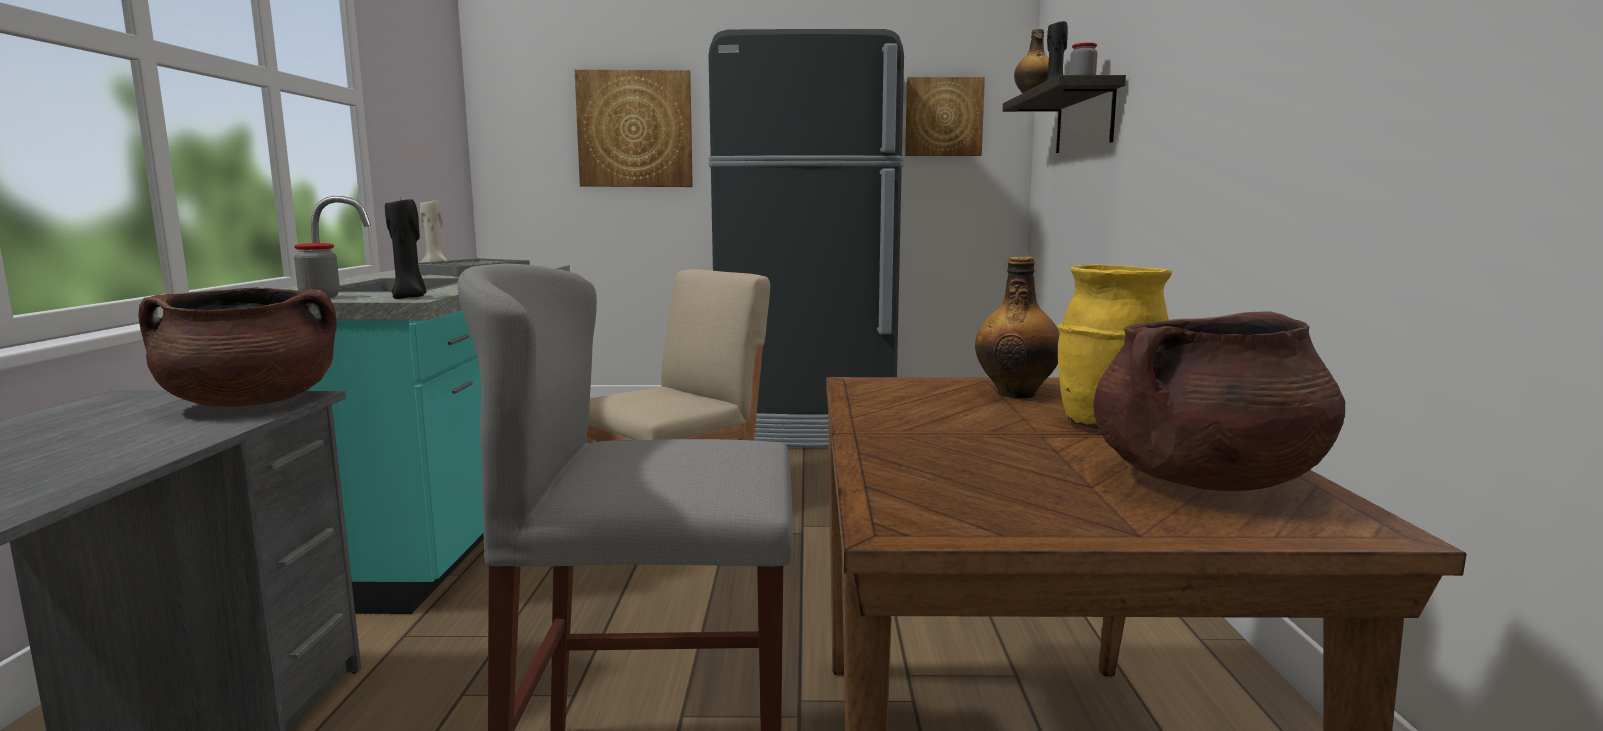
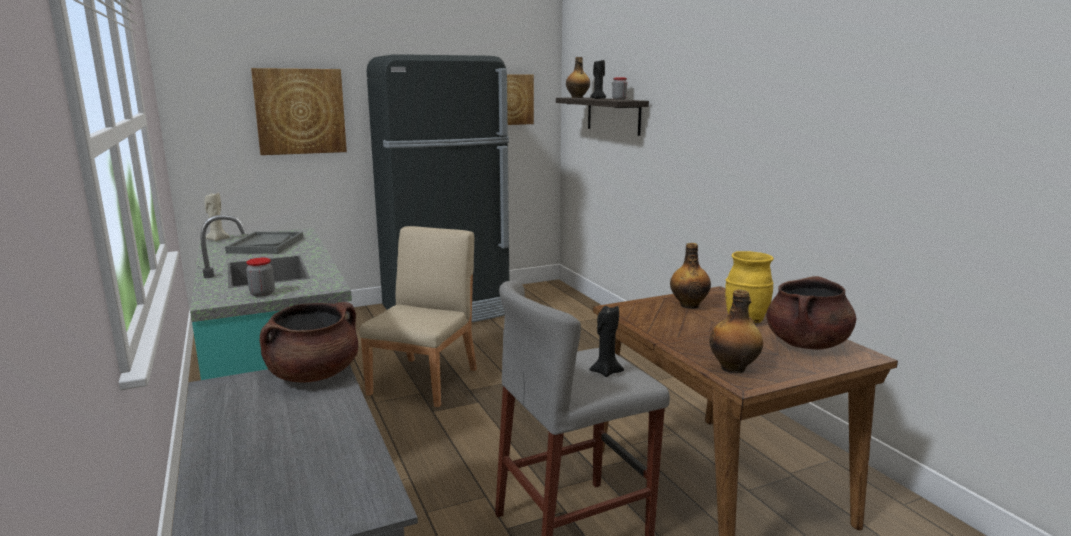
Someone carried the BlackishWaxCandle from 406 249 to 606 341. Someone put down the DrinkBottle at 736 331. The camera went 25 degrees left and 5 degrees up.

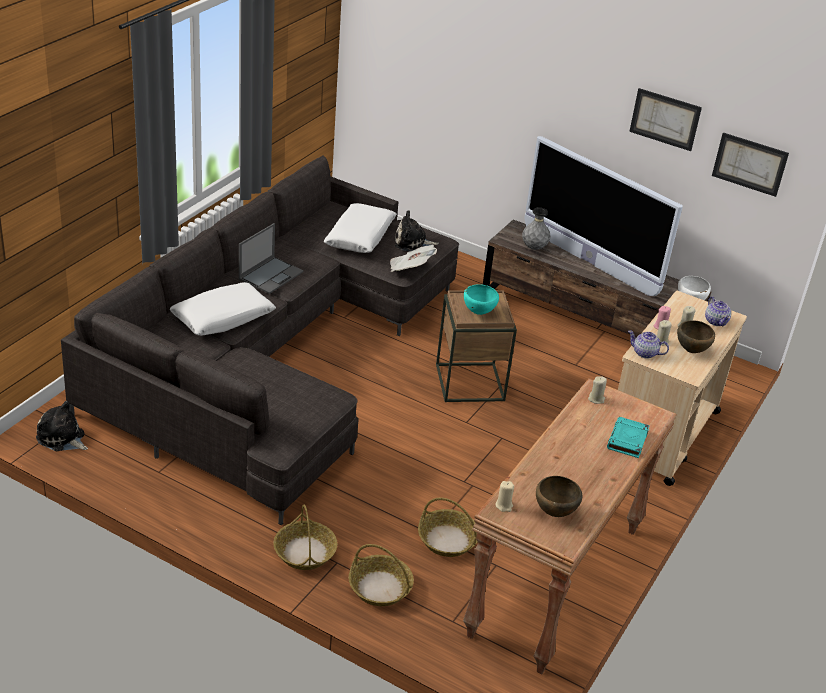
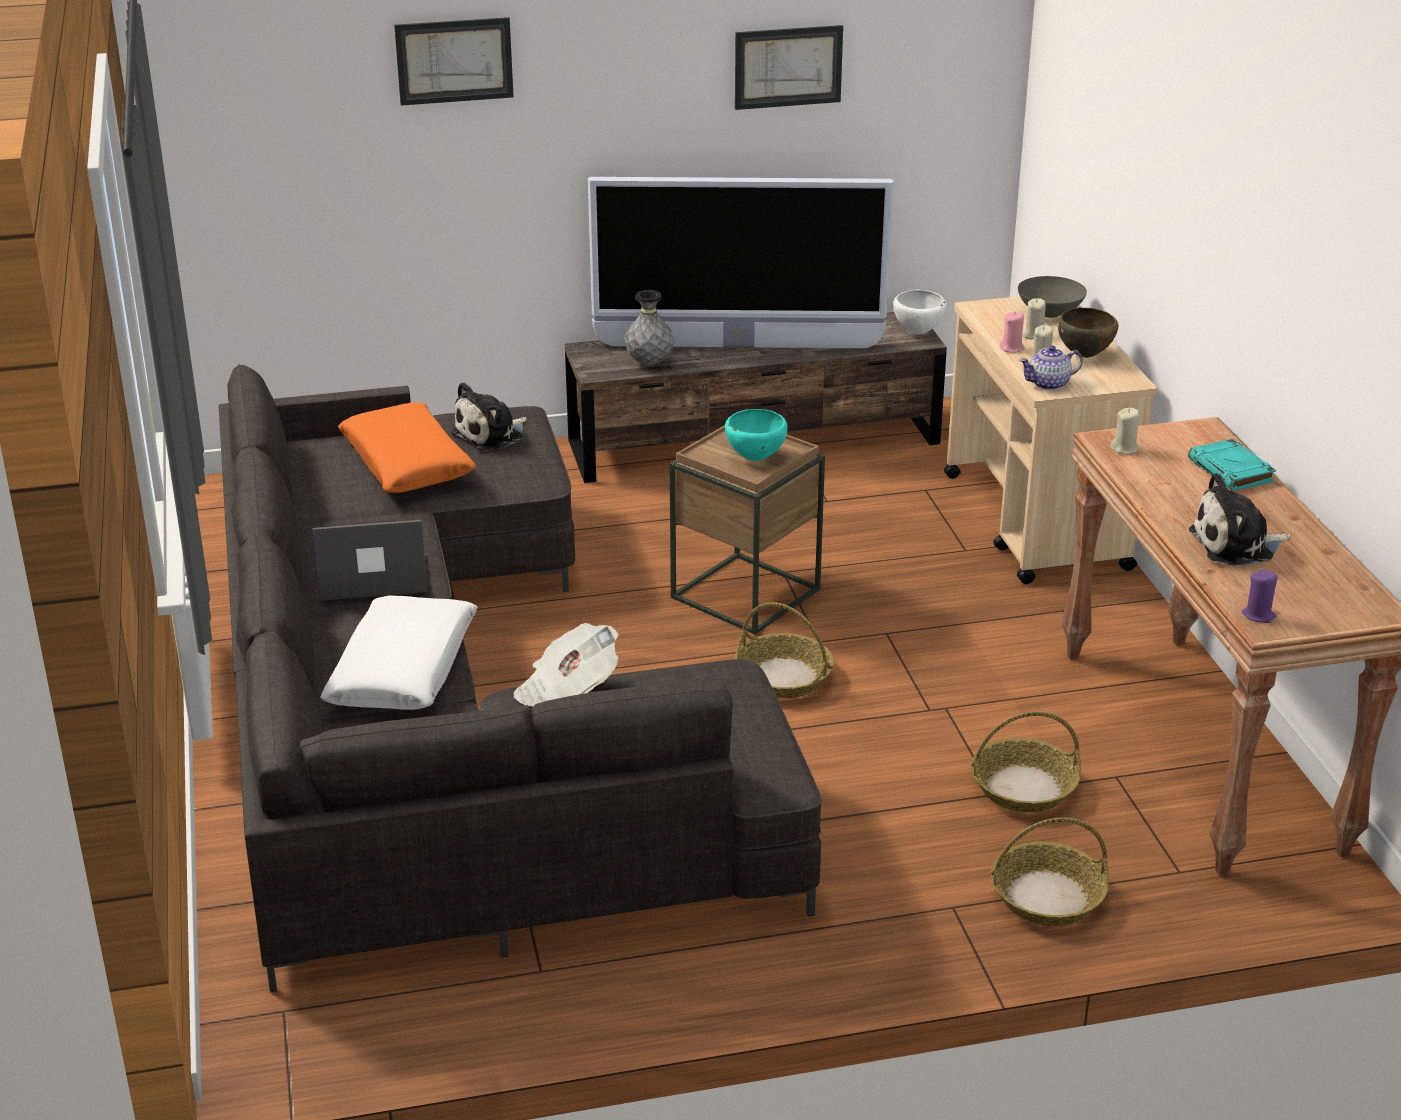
Someone carried the CuddlyToy from 62 426 to 1240 519. Someone rotated the PortableComputer at 271 258 by 90 degrees counterclockwise. Someone carried the HouseholdBasket from 305 537 to 784 650. Someone repainted the WhitishThrowPillow at 360 228, which became the OrangeColouredThrowPillow at 407 447. Someone carried the PrintedPaper from 413 258 to 566 664. Someone repainted the BeigeColouredWaxCandle at 504 496, which became the PurpleWaxCandle at 1260 596. Someone took away the BrownishDeepDish at 559 496. Someone swapped the TeaPot at 718 311 for the GrayDeepDish at 1052 297. Someone carried the WallArt from 750 165 to 454 61. The camera went 40 degrees left and 5 degrees down.

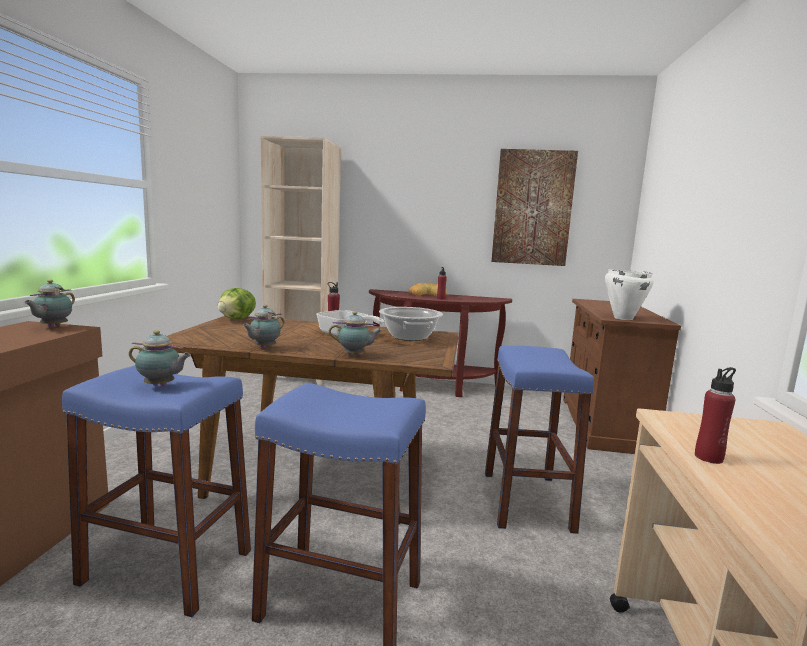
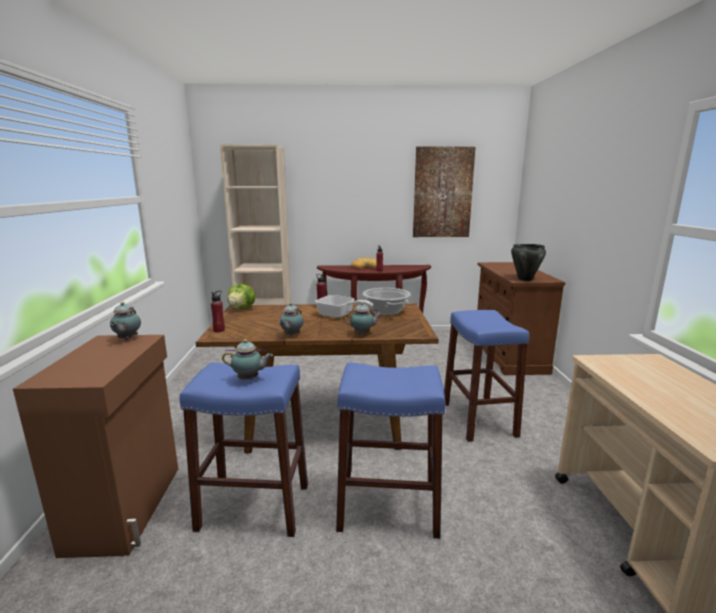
Someone repainted the WhitishCookingPot at 629 294, which became the BlackishCookingPot at 528 262. Someone carried the RedDrinkBottle from 715 415 to 218 312. The camera went 10 degrees left and 5 degrees up.

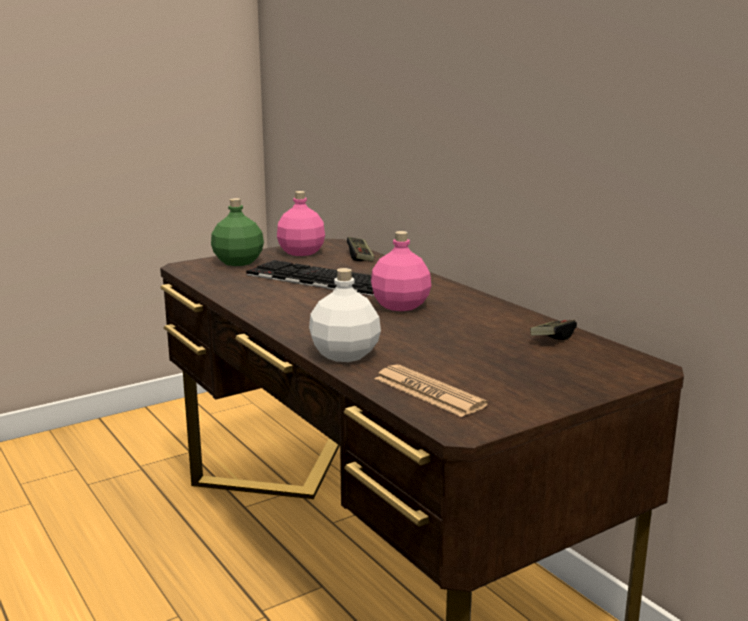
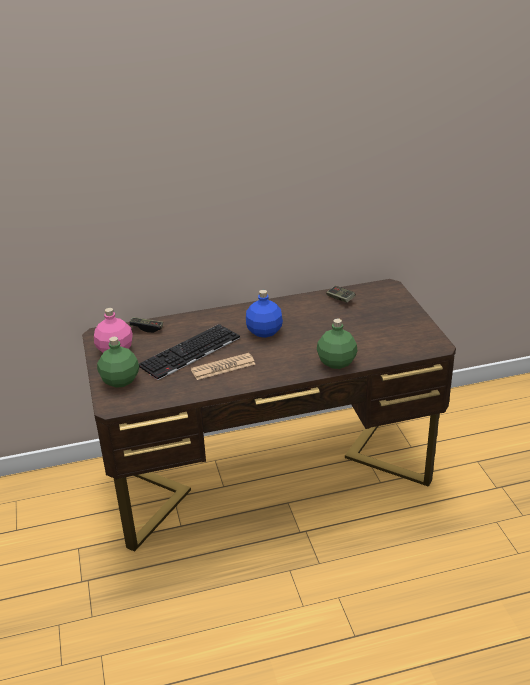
Someone repainted the WhitishDrinkBottle at 345 315, which became the GreenDrinkBottle at 337 344. Someone repainted the PinkDrinkBottle at 401 271, which became the BlueDrinkBottle at 264 314. Someone carried the PrintedPaper from 431 391 to 223 366. The camera went 70 degrees left and 15 degrees up.

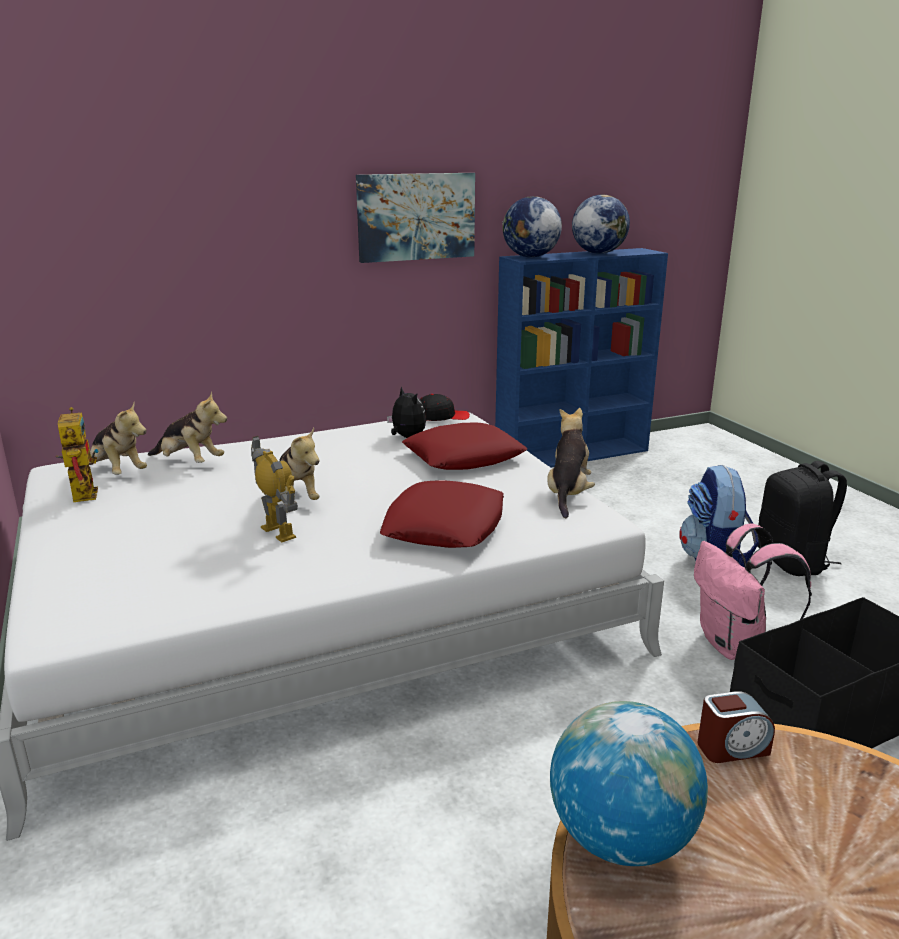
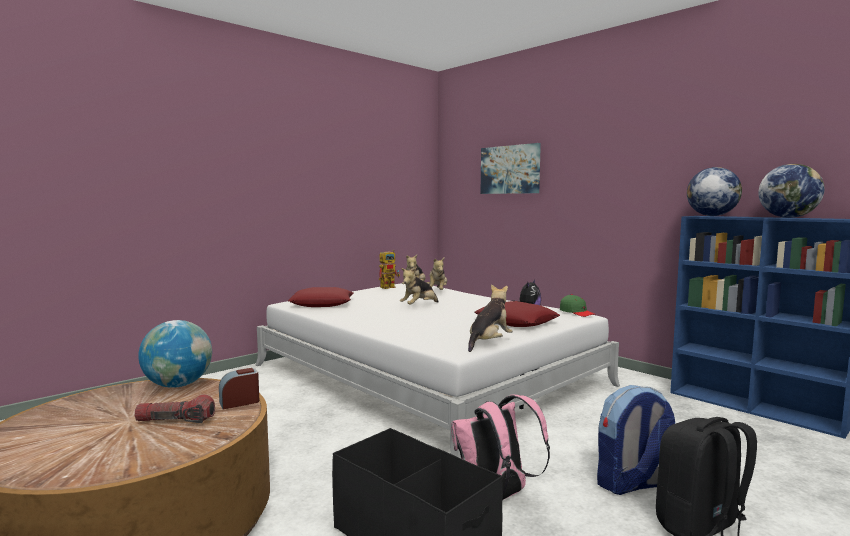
Someone took away the RobotFigure at 274 489. Someone carried the WallArt from 415 218 to 511 168. Someone carried the RedThrowPillow from 442 514 to 321 297. Someone repainted the BlackishCap at 445 407, which became the GreenCap at 578 305. Someone rotated the CuddlyToy at 571 463 by 45 degrees counterclockwise. Someone rotated the AlarmClock at 736 727 by 90 degrees clockwise. Someone put down the HandTorch at 174 409. The camera went 70 degrees right and 15 degrees down.

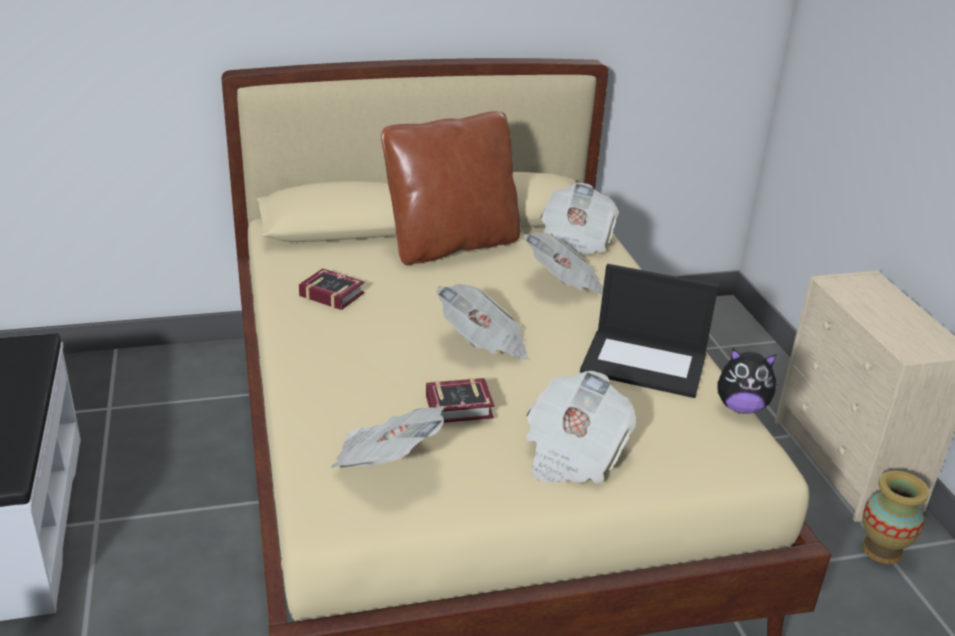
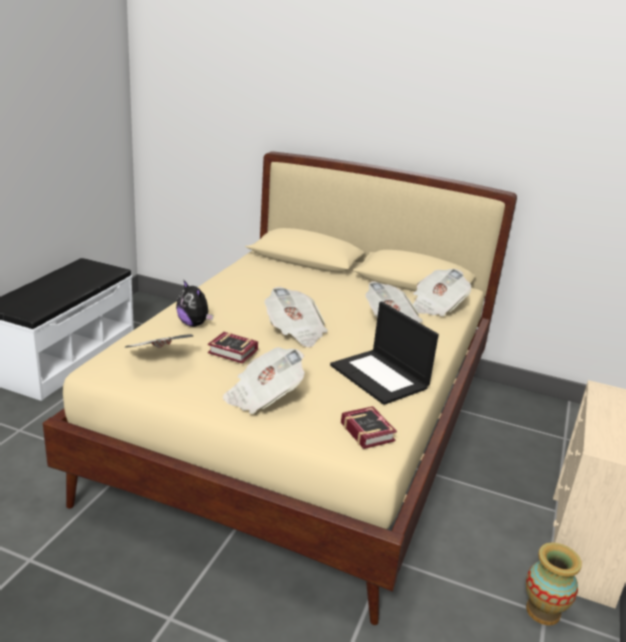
Someone carried the BoundBook from 331 289 to 369 427. Someone took away the BrownishThrowPillow at 451 188. Someone carried the CuddlyToy from 747 381 to 194 304. The camera went 35 degrees right and 5 degrees down.

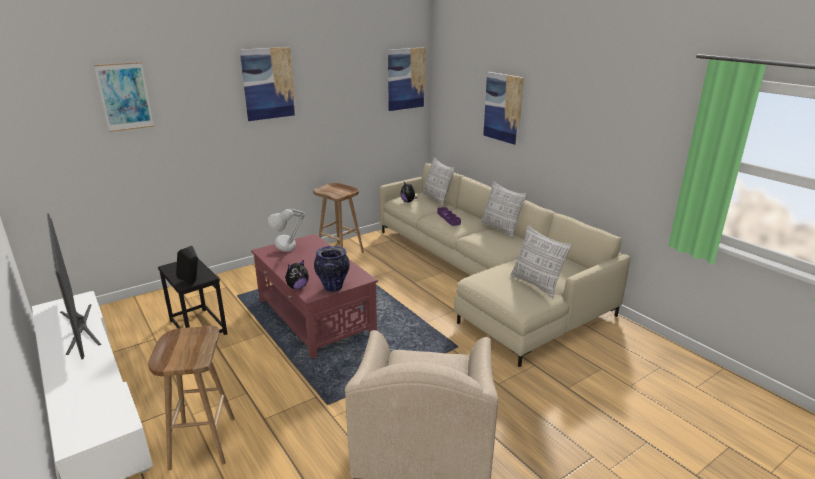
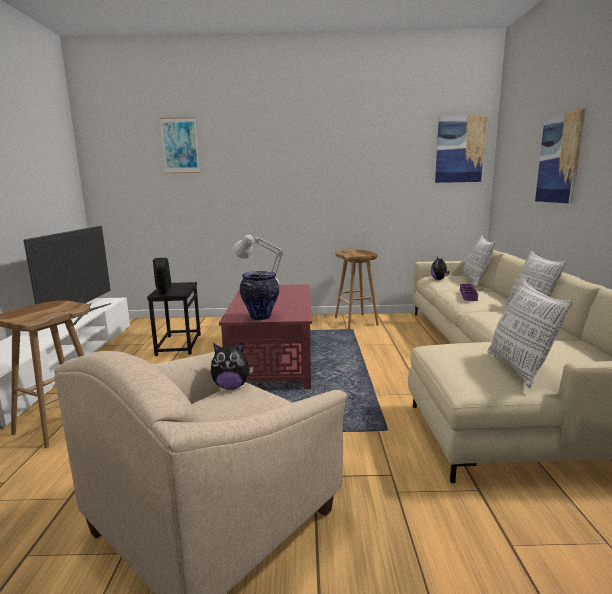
Someone took away the WallArt at 268 84. Someone carried the CuddlyToy from 297 274 to 232 366. The camera went 35 degrees right and 10 degrees down.

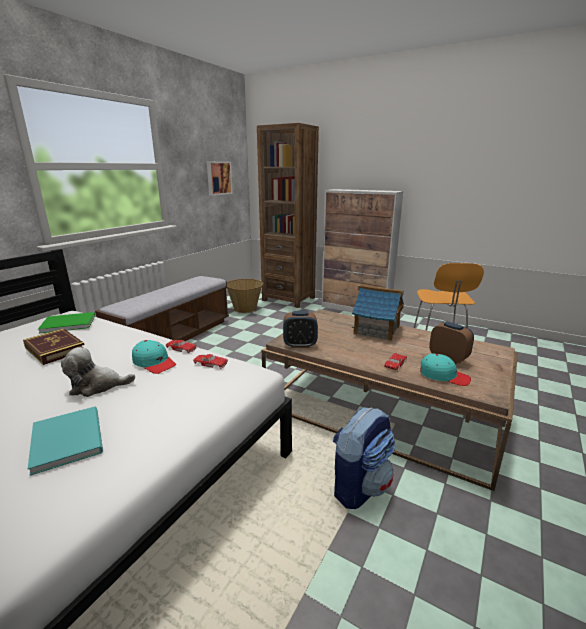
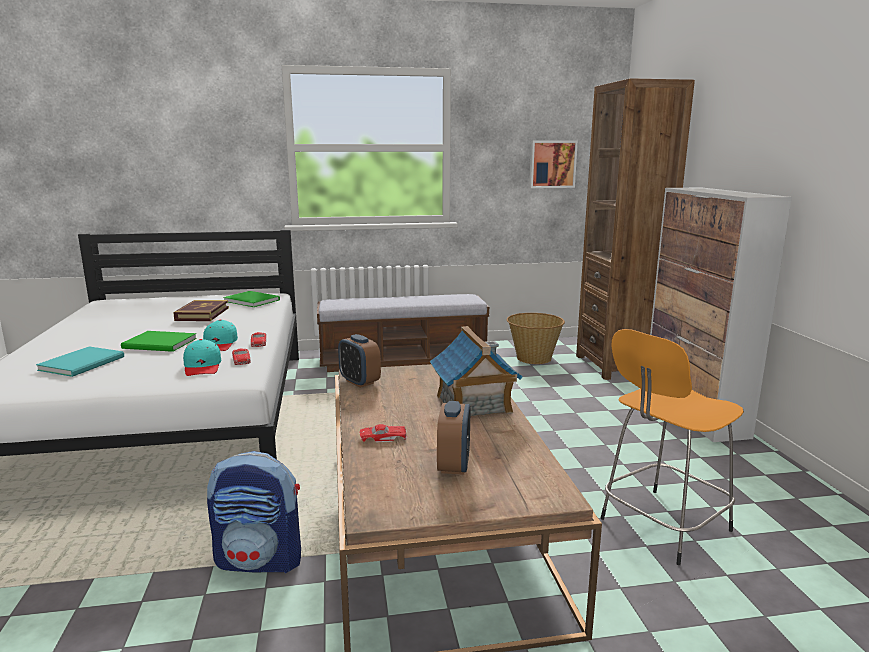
Someone swapped the CuddlyToy at 98 372 for the GreenBoundBook at 159 341. Someone carried the TurquoiseCap from 445 370 to 202 357. The camera went 50 degrees right and 5 degrees down.

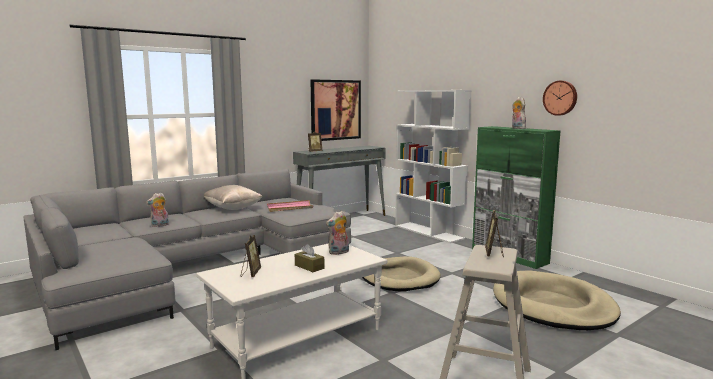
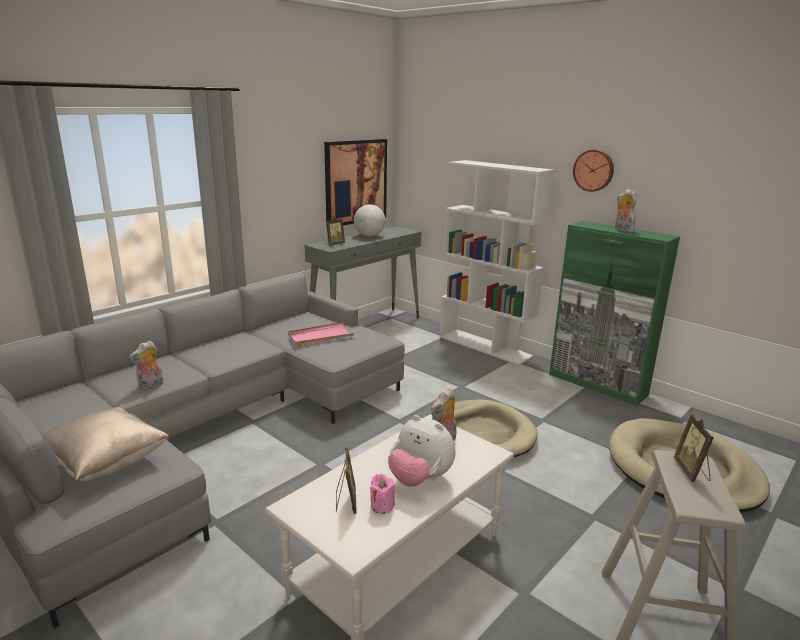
Someone carried the BeigeColouredThrowPillow from 233 197 to 106 444. Someone swapped the BrownishBoxOfTissues at 309 258 for the CuddlyToy at 421 450. Someone carried the ClockOnTheWall from 560 98 to 593 170. Someone put down the DeskGlobe at 369 221. Someone put down the PinkWaxCandle at 382 494. The camera went 10 degrees left and 10 degrees up.

